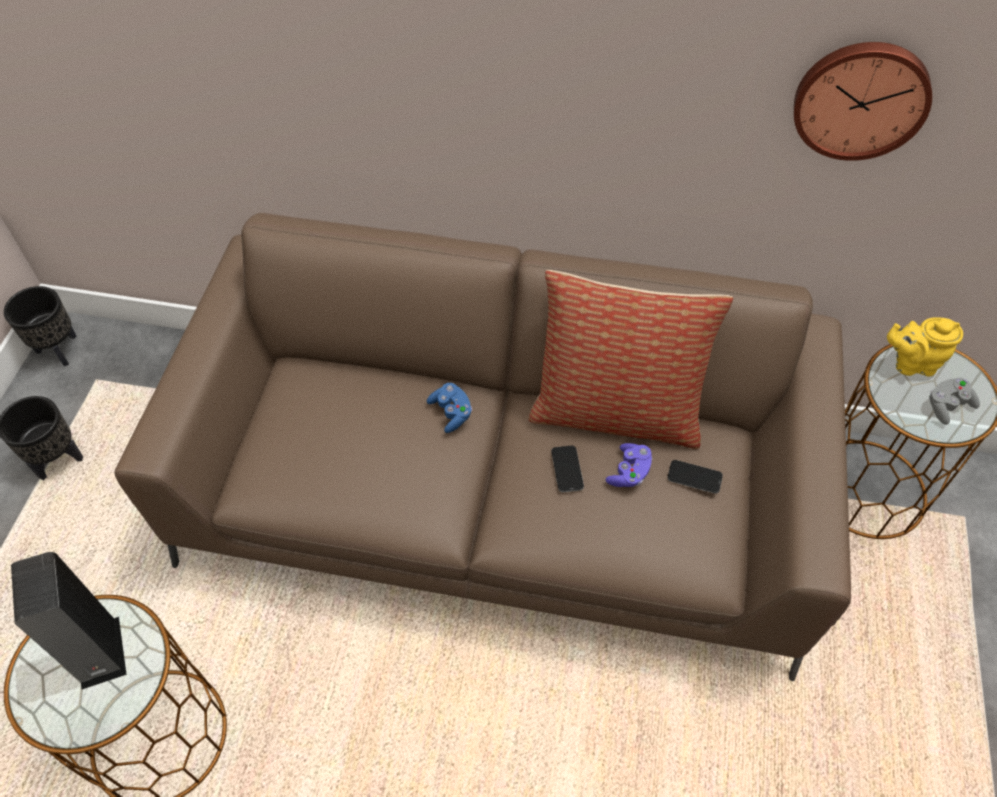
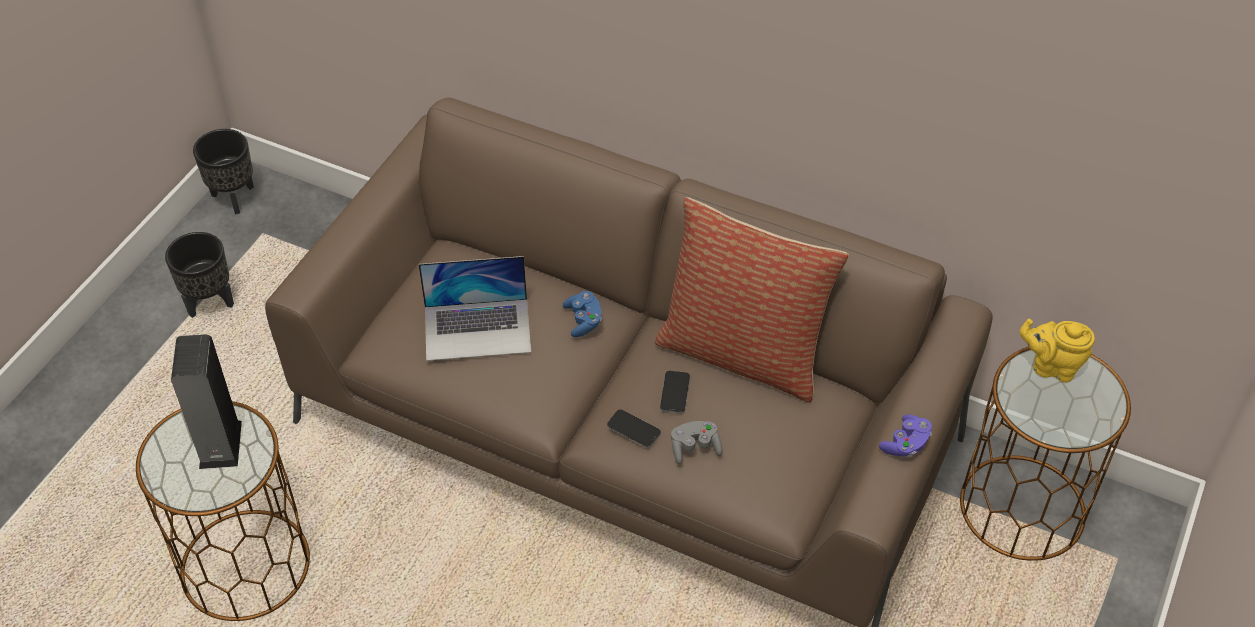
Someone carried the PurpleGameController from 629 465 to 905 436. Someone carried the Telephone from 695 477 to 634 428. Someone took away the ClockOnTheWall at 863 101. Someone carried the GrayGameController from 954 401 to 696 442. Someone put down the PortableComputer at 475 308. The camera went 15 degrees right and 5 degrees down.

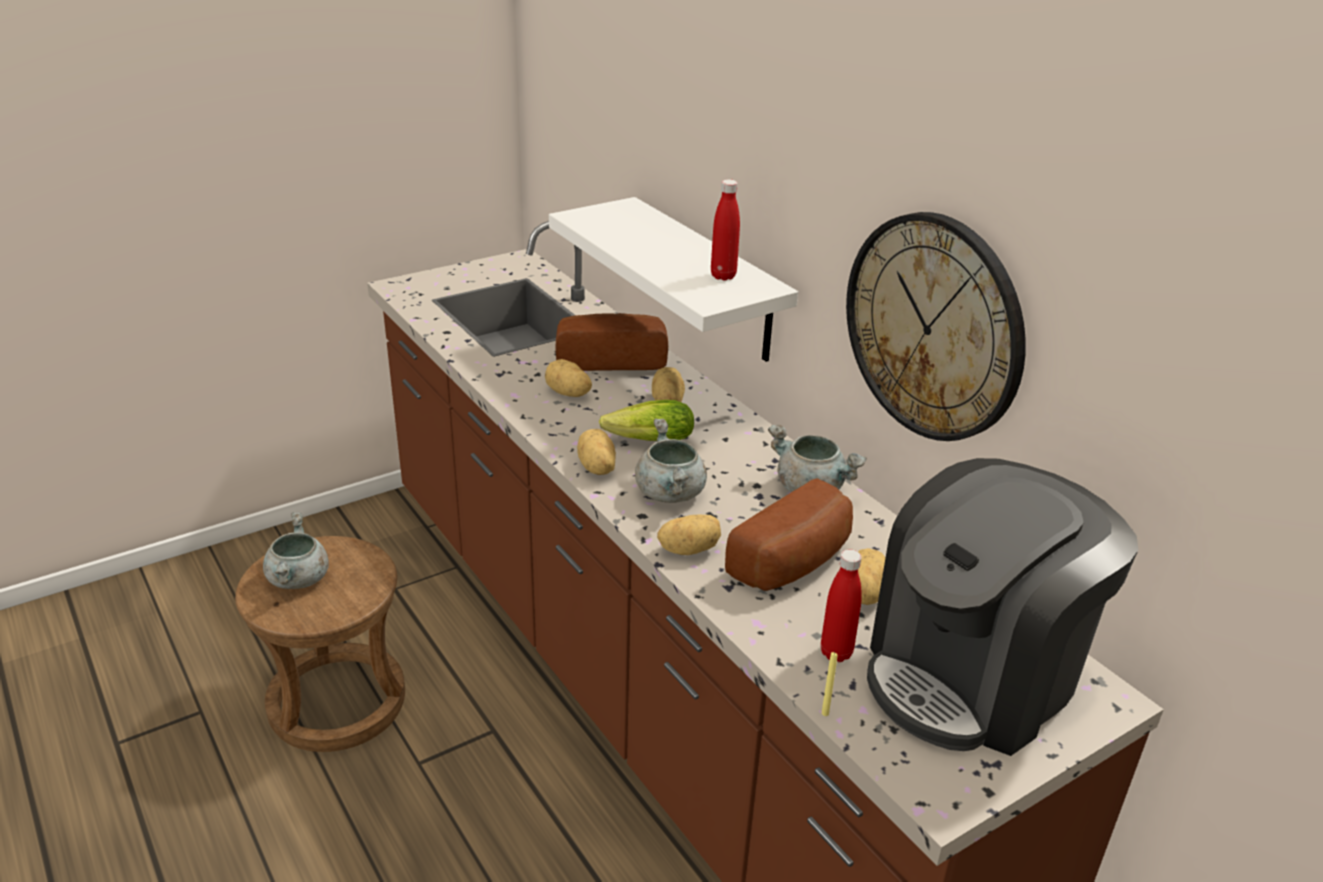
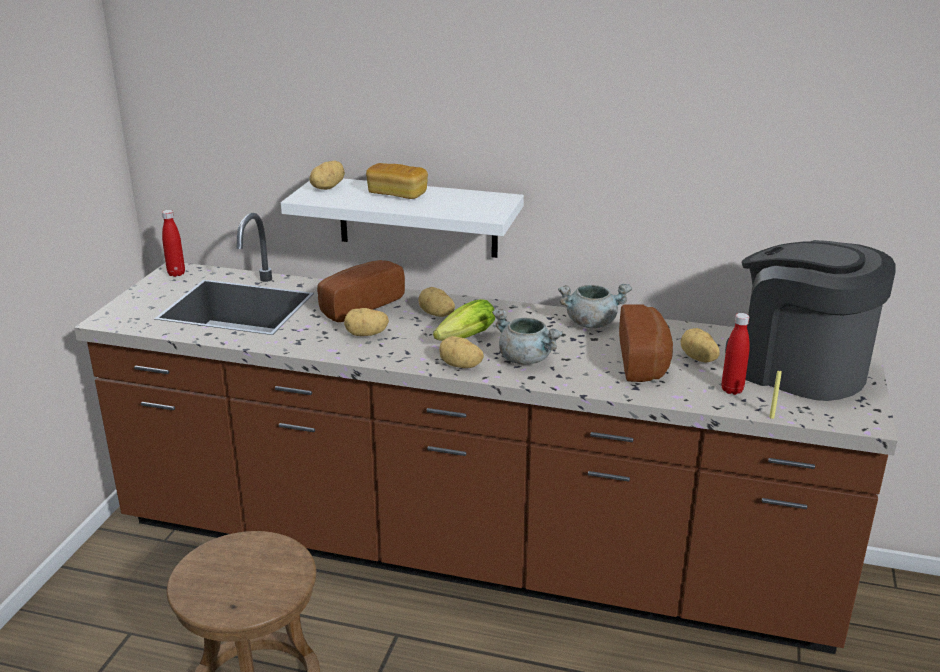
Someone took away the GrayCookingPot at 296 550. Someone carried the Potato from 689 535 to 327 175. Someone carried the RedDrinkBottle from 725 229 to 173 243. Someone took away the ClockOnTheWall at 936 326. Someone rotated the CoffeeMachine at 1002 607 by 120 degrees clockwise. Someone put down the Bread at 397 181. The camera went 40 degrees left and 5 degrees down.

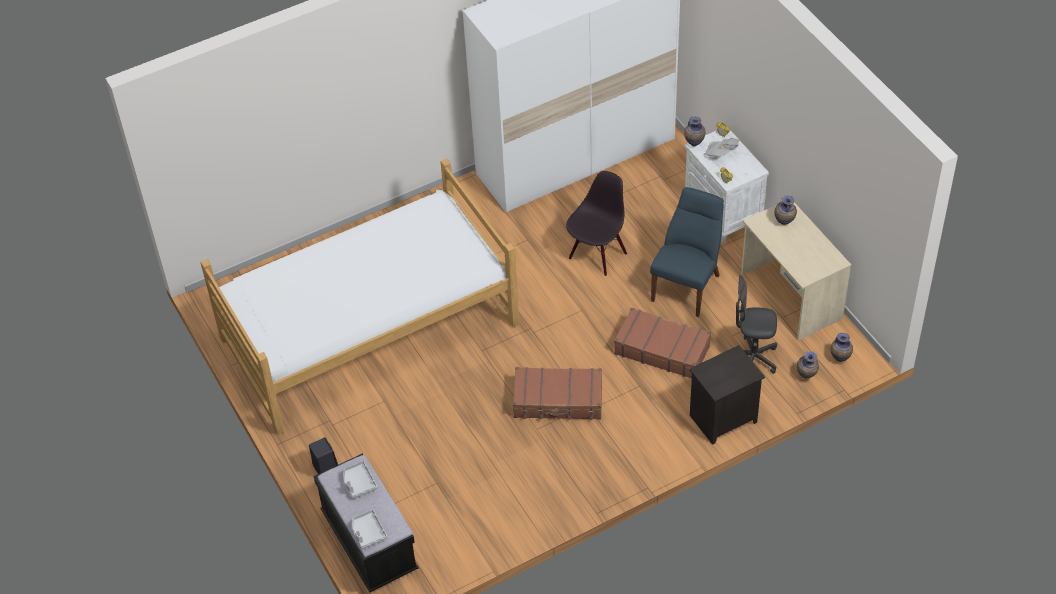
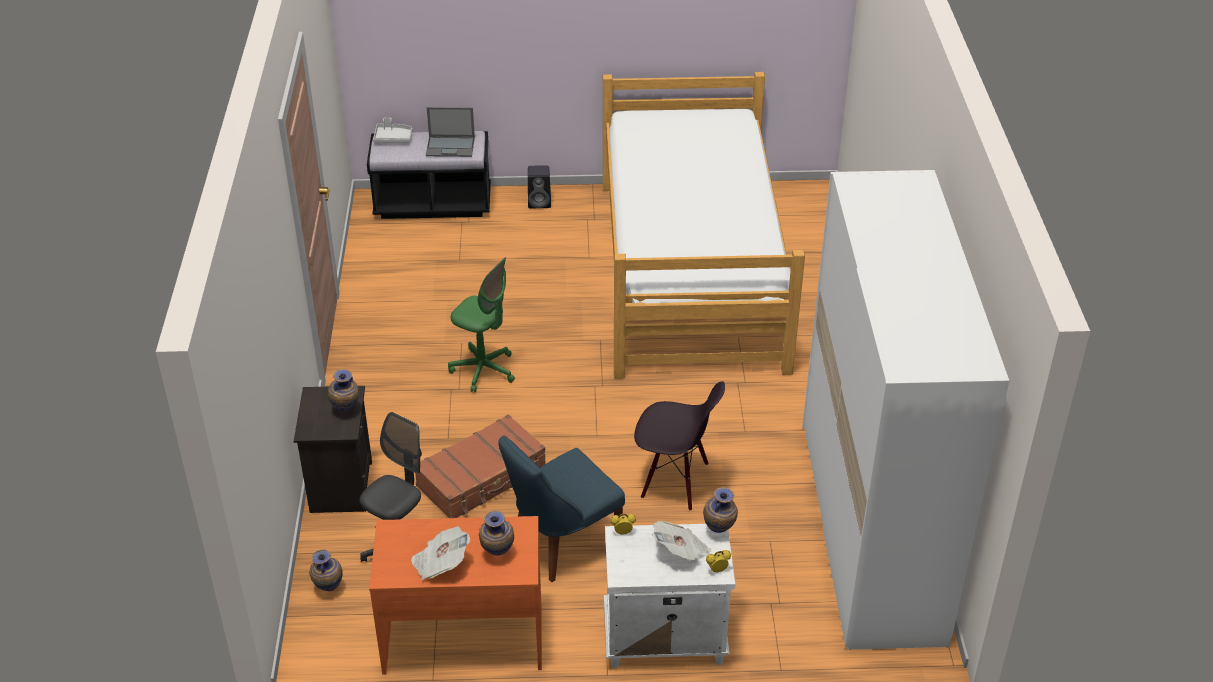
Someone swapped the GrayTray at 360 480 for the PortableComputer at 450 132. Someone swapped the BrownishSuitcase at 557 393 for the GreenComputerChair at 481 324. Someone rotated the BlackishChair at 596 223 by 45 degrees counterclockwise. Someone rotated the BlueChair at 687 252 by 90 degrees clockwise. Someone repainted the BeigeColouredDeskUnit at 796 271, which became the OrangeColouredDeskUnit at 455 595. Someone carried the DecorativeVase from 842 347 to 343 390. Someone put down the PrintedPaper at 440 553. The camera went 115 degrees right and 10 degrees down.

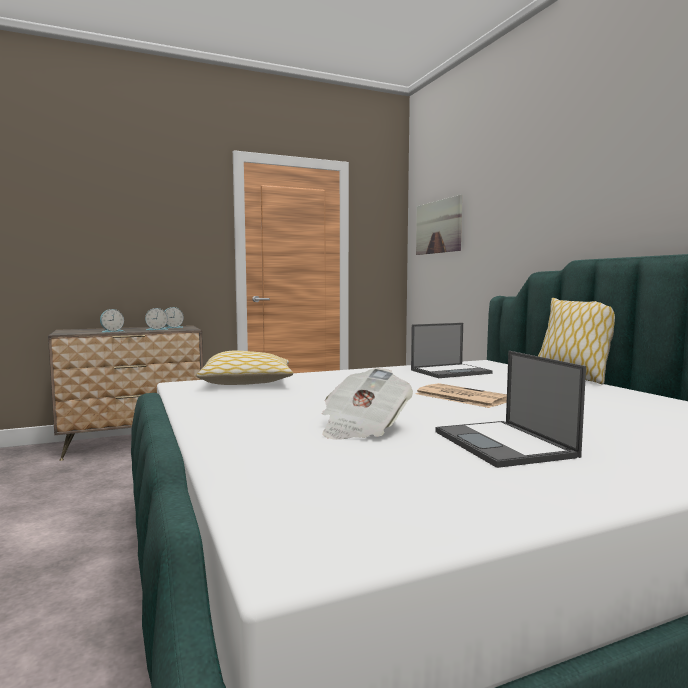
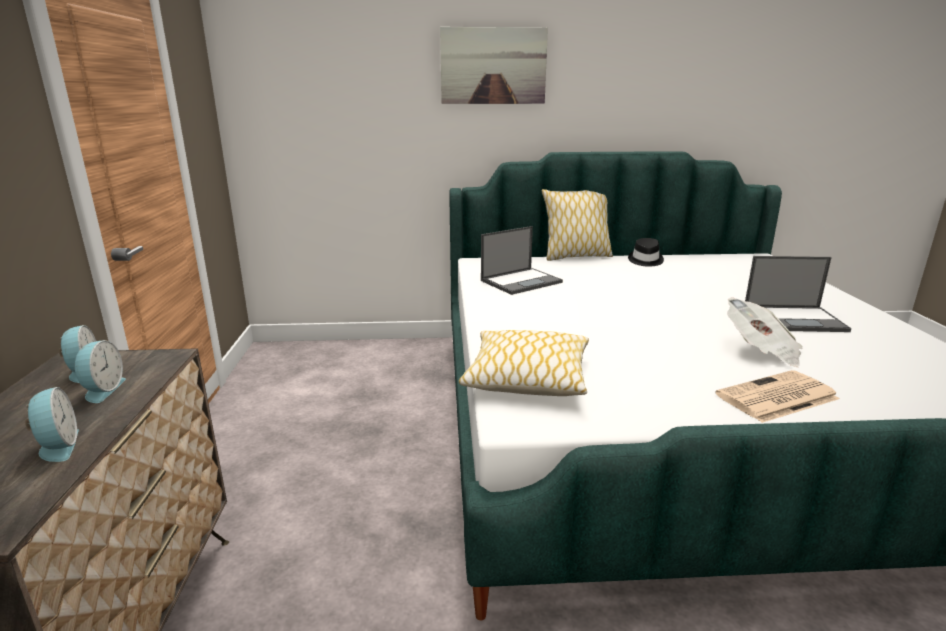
Someone rotated the PortableComputer at 452 350 by 60 degrees clockwise. Someone carried the PrintedPaper from 461 395 to 777 396. Someone carried the WallArt from 439 225 to 494 65. Someone put down the BlackishClothingHat at 646 252. The camera went 70 degrees left and 15 degrees up.

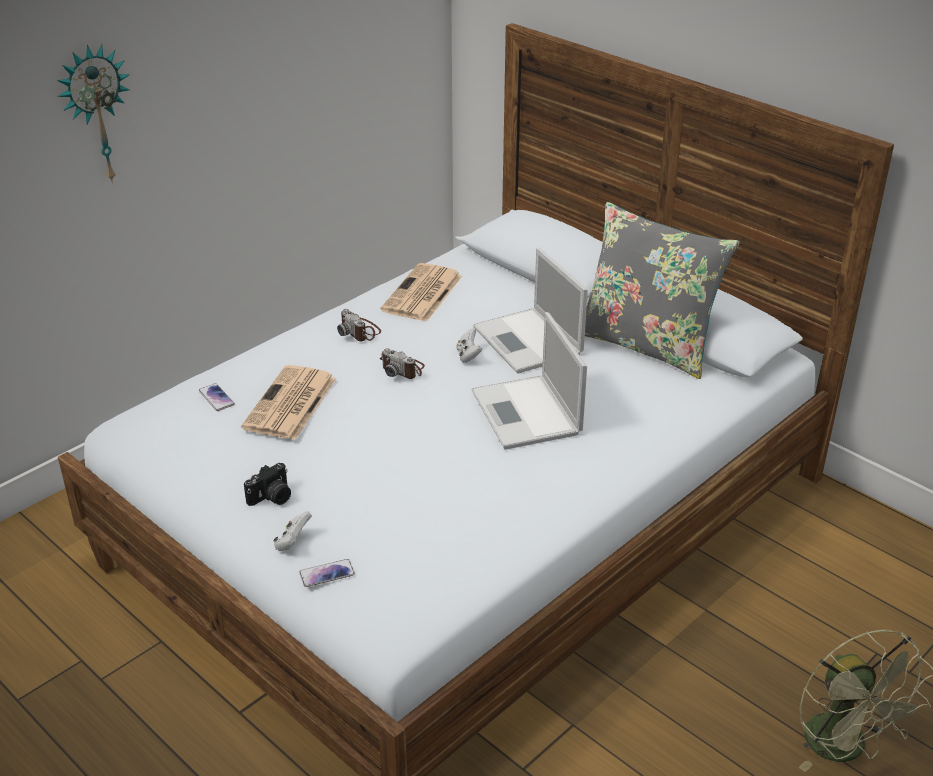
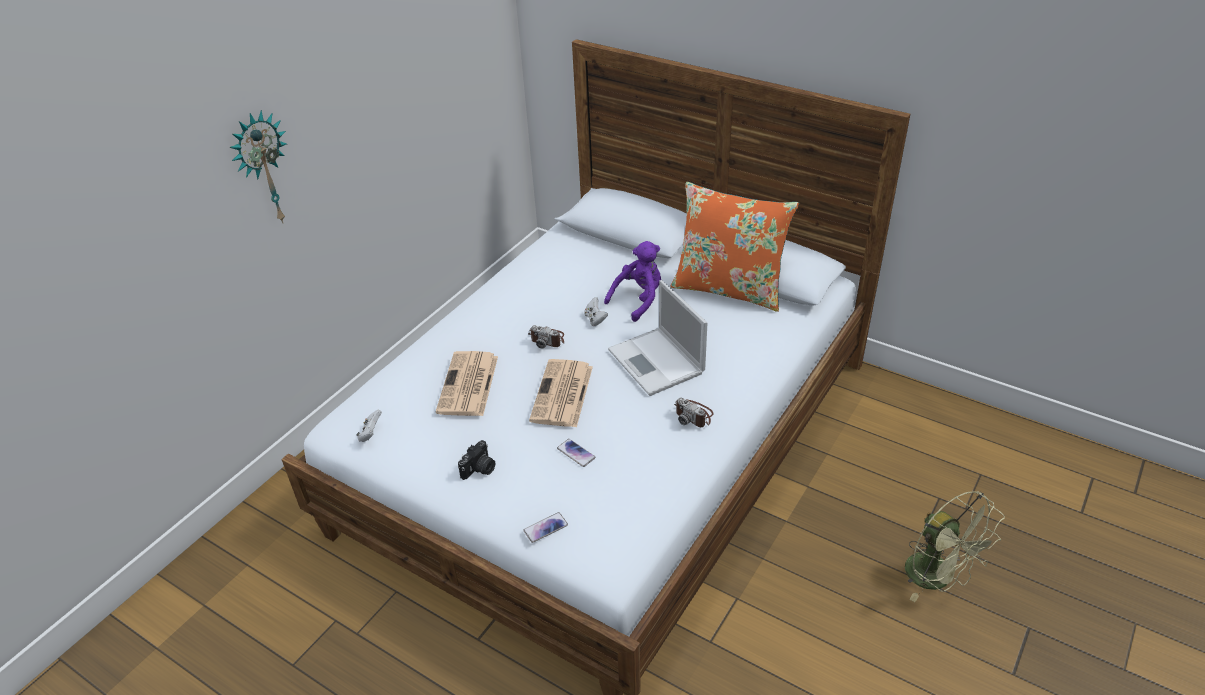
Someone carried the Telephone from 217 397 to 576 453. Someone carried the WhitishGameController from 292 531 to 369 426. Someone carried the PhotoCamera from 359 325 to 694 412. Someone carried the PrintedPaper from 421 292 to 561 393. Someone swapped the PortableComputer at 530 311 for the PurpleCuddlyToy at 632 281. Someone repainted the GrayThrowPillow at 662 290, which became the OrangeColouredThrowPillow at 734 247. The camera went 10 degrees left and 5 degrees up.

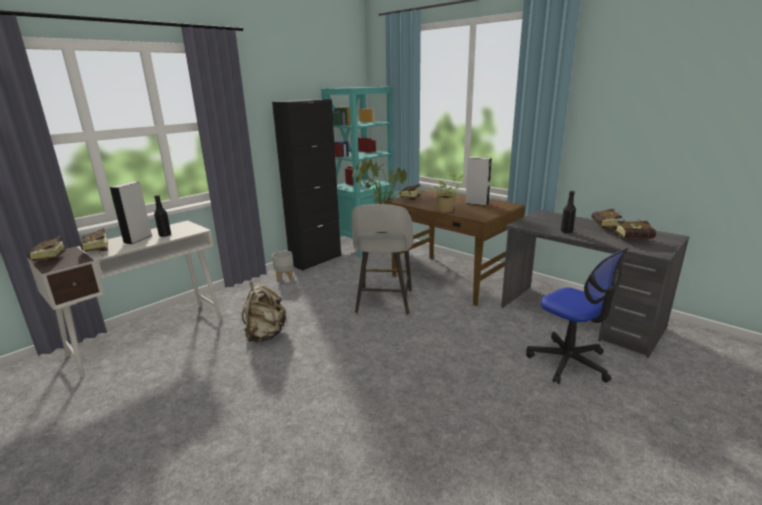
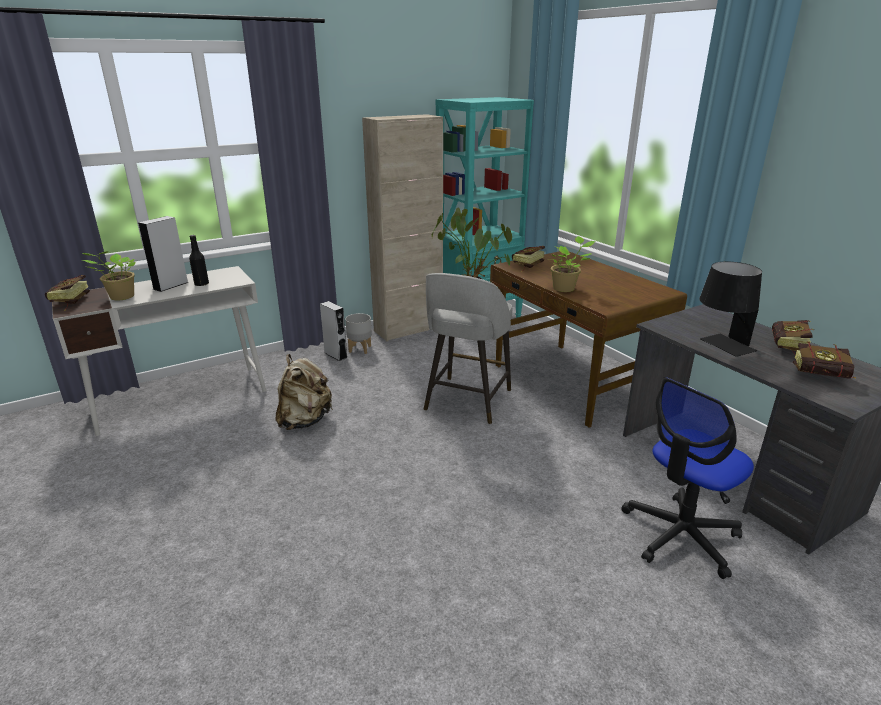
Someone swapped the BoundBook at 94 242 for the Houseplant at 108 275. Someone repainted the BlackishCupboard at 306 185, which became the BeigeColouredCupboard at 402 227. Someone carried the GrayLoudspeaker from 479 181 to 333 331. Someone rotated the ComputerChair at 577 315 by 75 degrees clockwise. Someone swapped the BlackishDrinkBottle at 568 212 for the BlackishTabletopLamp at 730 309. The camera went 15 degrees right and 5 degrees up.

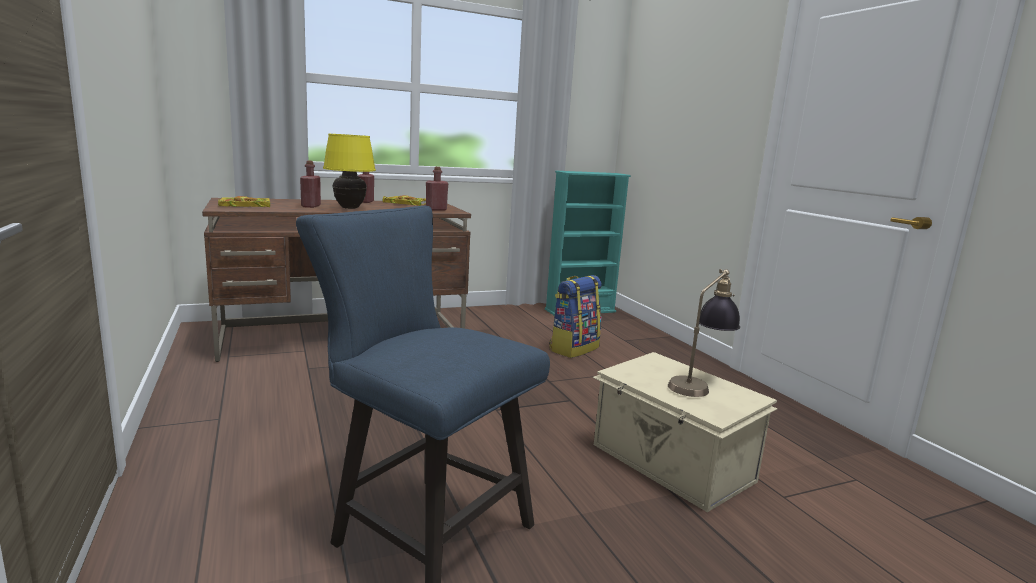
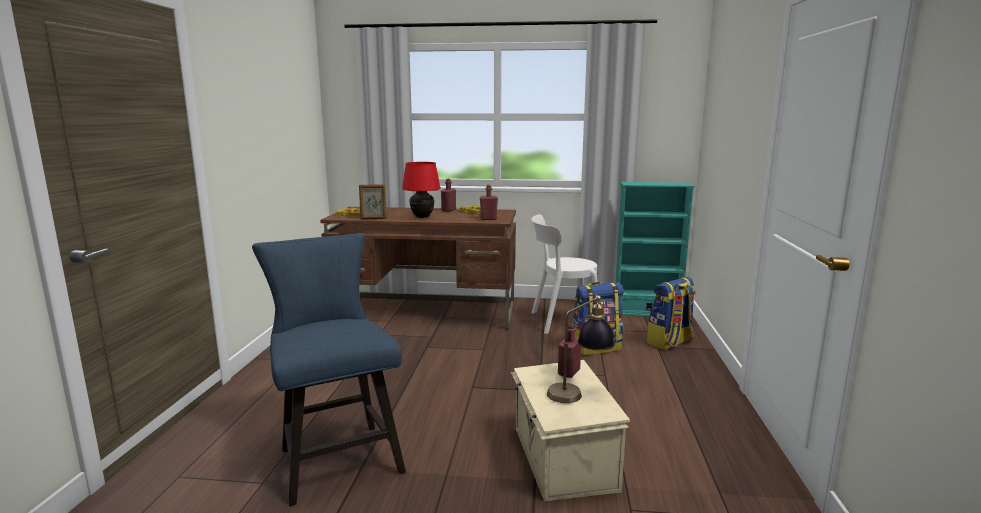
Someone carried the RedDrinkBottle from 310 184 to 569 350. Someone repainted the YellowTabletopLamp at 349 171, which became the RedTabletopLamp at 421 190. Someone put down the StandingFrame at 372 201. Someone put down the WhitishChair at 565 274. Someone put down the Rucksack at 671 313. The camera went 30 degrees right and 0 degrees up.

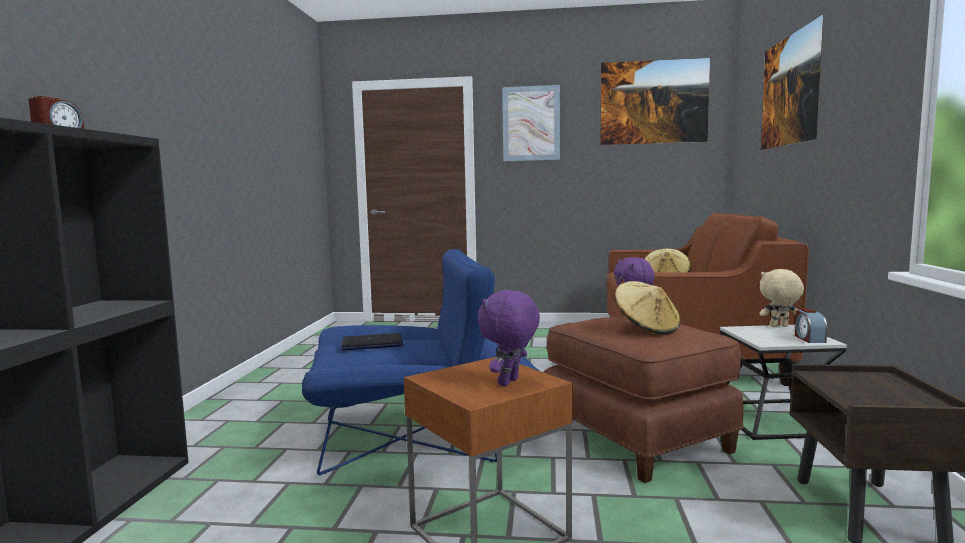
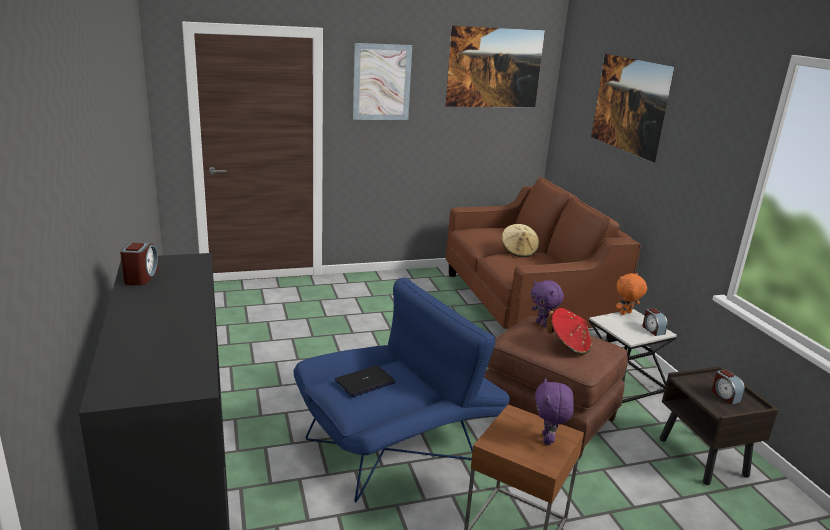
Someone repainted the BeigeColouredClothingHat at 647 307, which became the RedClothingHat at 569 331. Someone repainted the BeigeColouredCuddlyToy at 782 298, which became the OrangeColouredCuddlyToy at 631 294. Someone put down the AlarmClock at 728 387. The camera went 25 degrees left and 15 degrees up.

